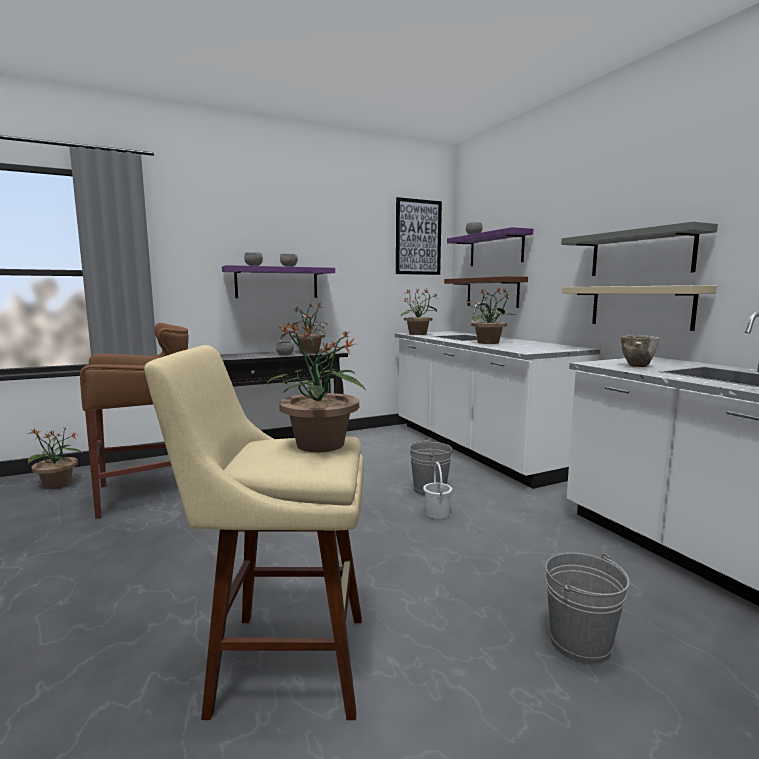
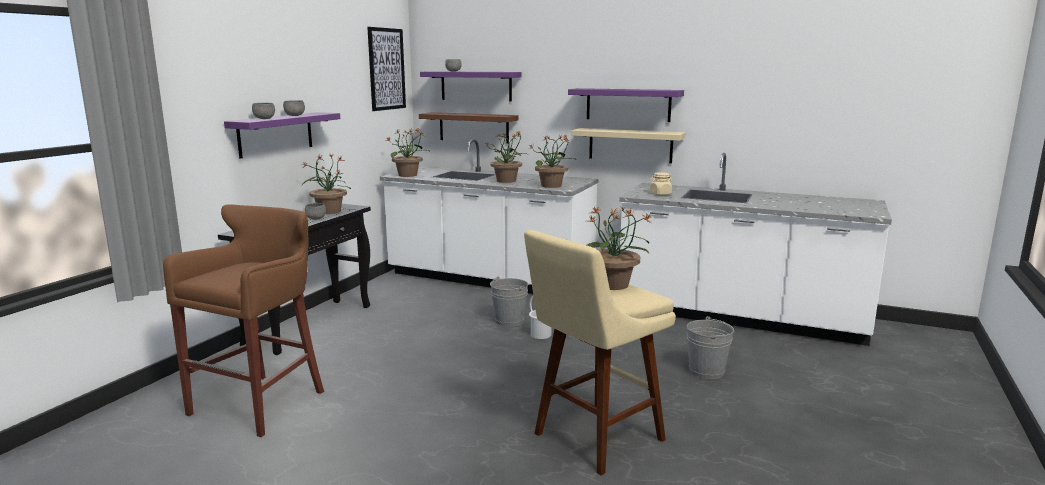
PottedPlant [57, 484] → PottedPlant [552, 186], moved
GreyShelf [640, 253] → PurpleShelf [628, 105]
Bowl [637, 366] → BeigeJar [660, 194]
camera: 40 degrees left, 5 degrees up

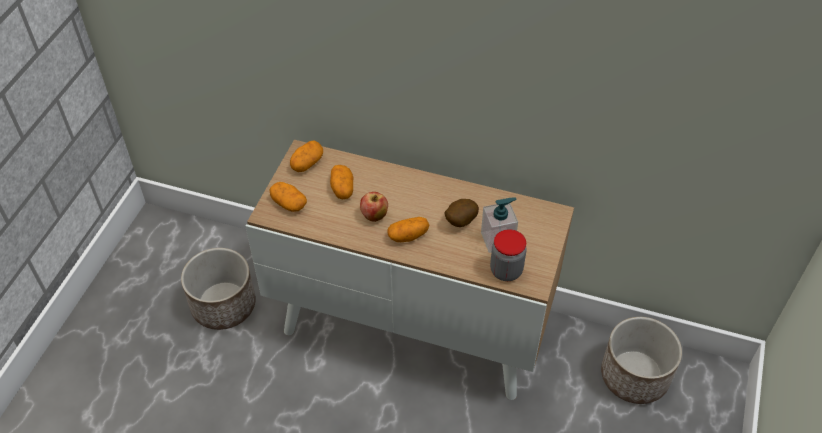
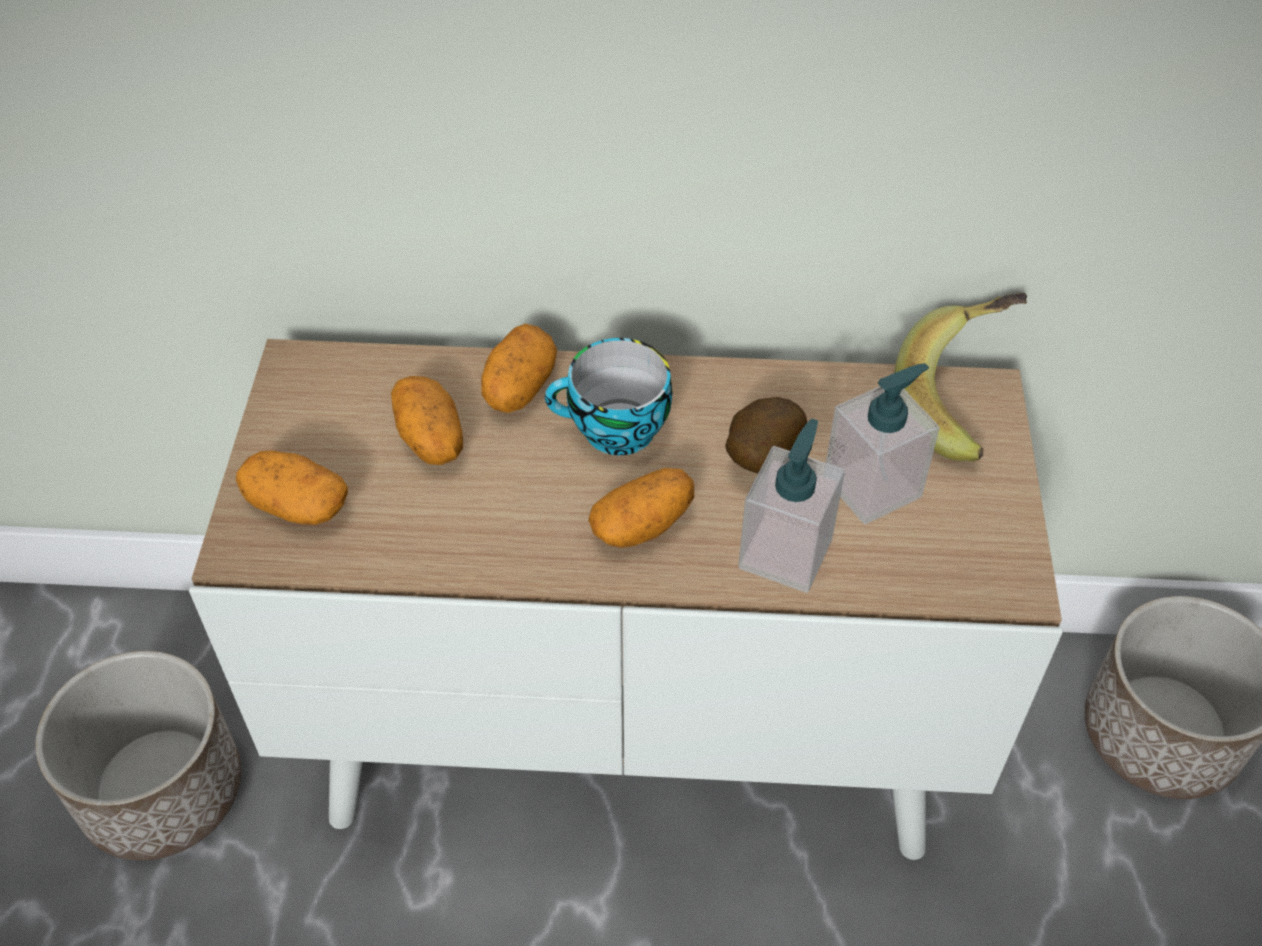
Potato [307, 163] → Potato [519, 387], moved
Apple [374, 216] → -
Jar [506, 271] → -
- → Cup [614, 431]
- → SoapDispenser [785, 553]
- → Banana [965, 400]
camera: 15 degrees left, 0 degrees up

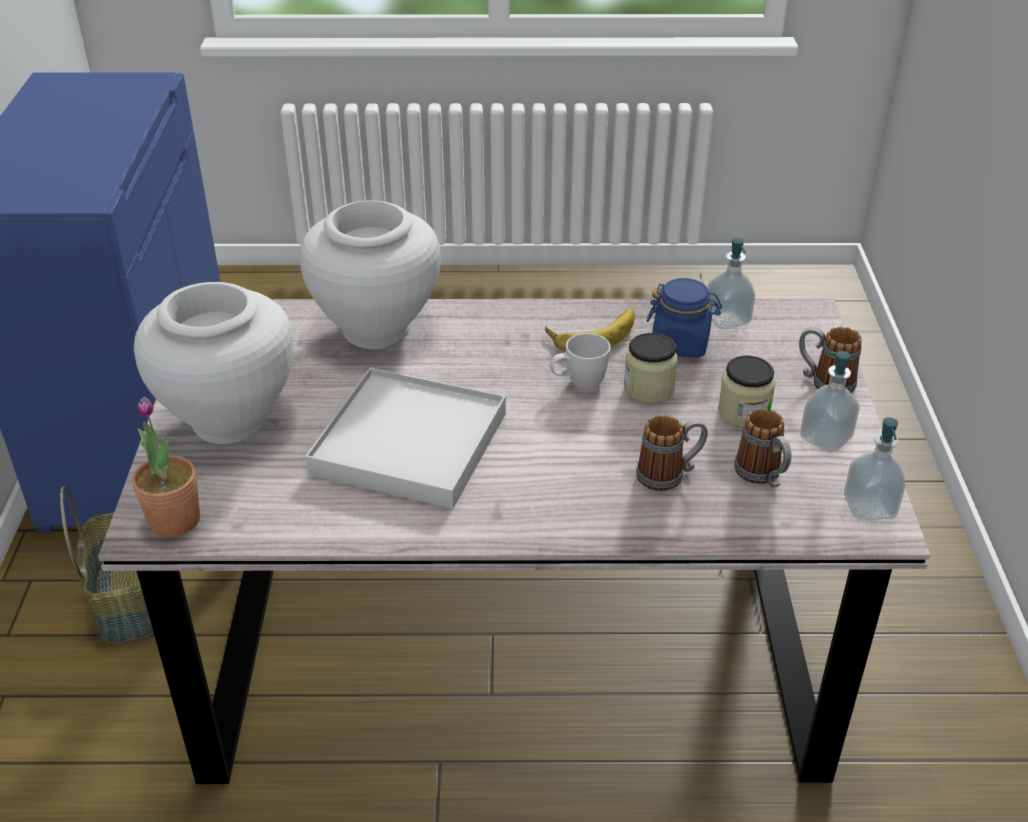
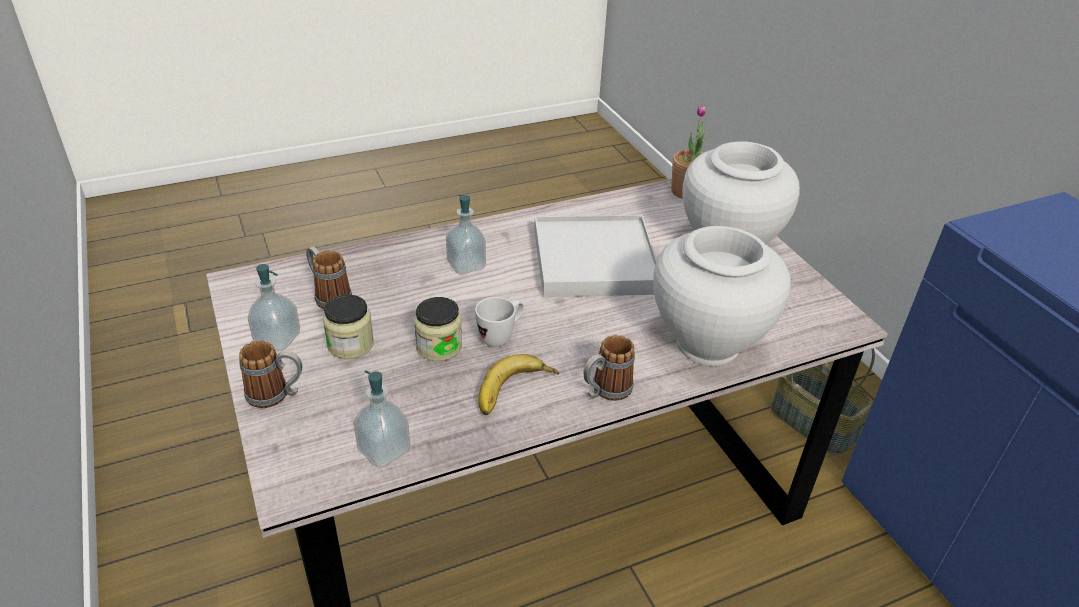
Mug [669, 475] → Mug [605, 391], moved
BlueJar [680, 343] → -
SoapDispenser [869, 507] → SoapDispenser [466, 265], moved
camera: 155 degrees right, 0 degrees up

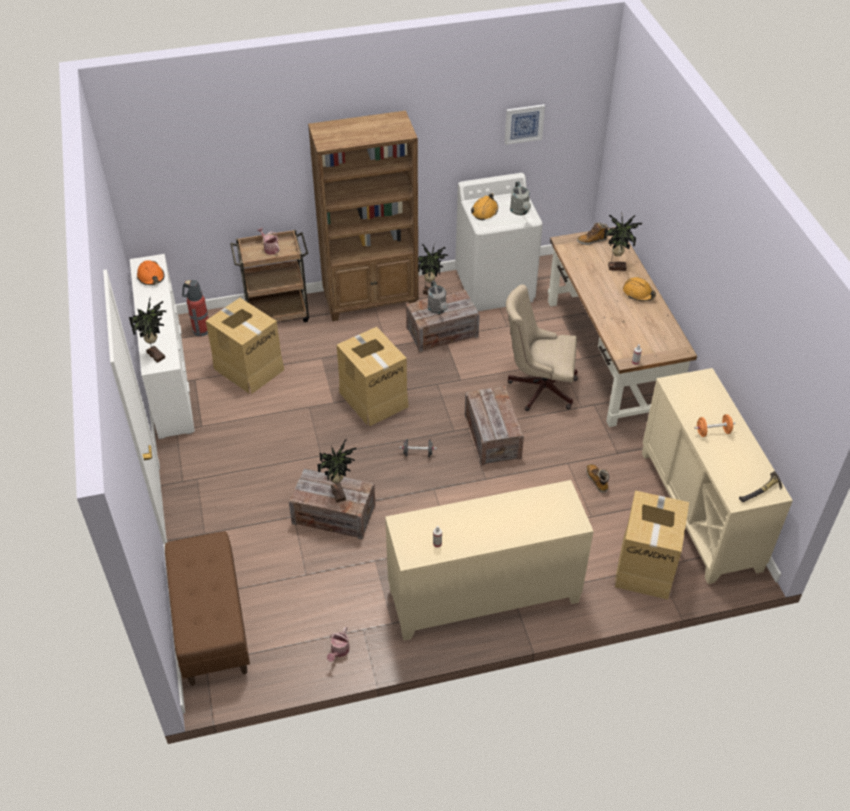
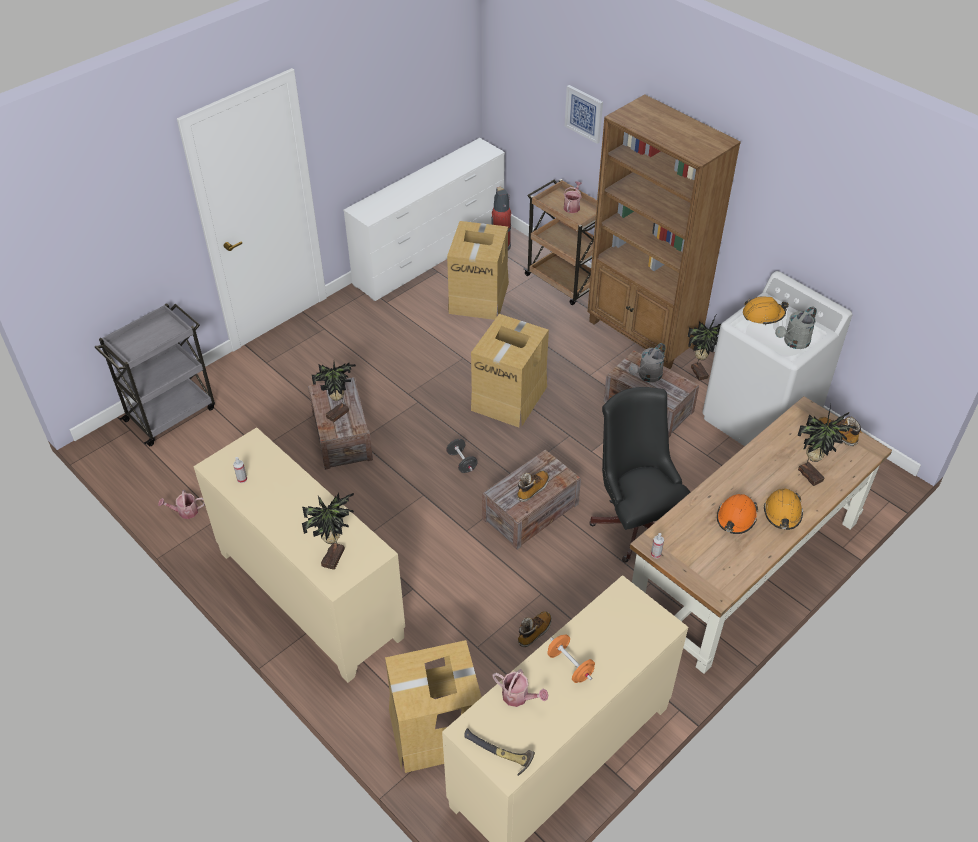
PottedPlant [157, 355] → PottedPlant [335, 558], moved
OrangeHardHat [151, 277] → OrangeHardHat [736, 518], moved
BrownBench [211, 624] → GreyCart [171, 413]
Picture [524, 124] → Picture [584, 113], moved
BeigeOfficeChair [538, 387] → BlackOfficeChair [635, 521]
- → WateringCan [519, 697]
- → Boot [532, 489]
camera: 60 degrees right, 0 degrees up

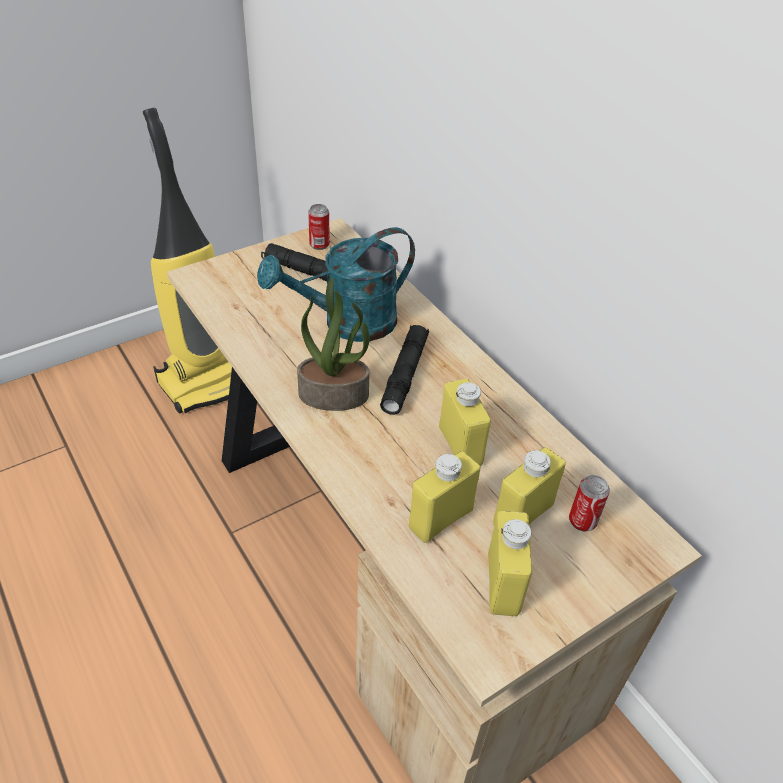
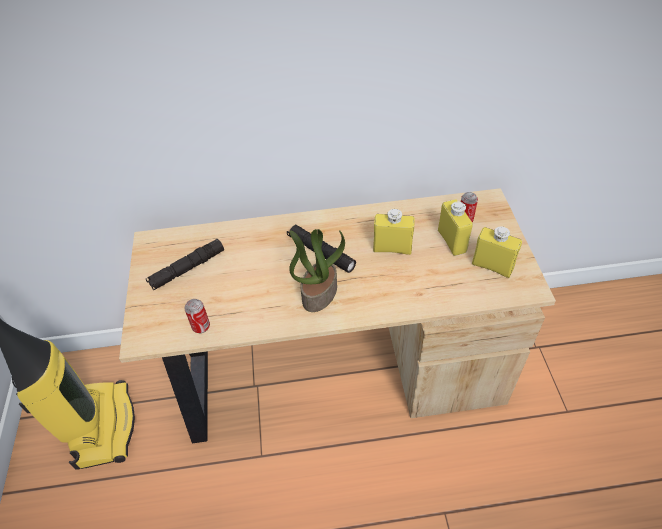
TurquoiseWateringCan [347, 323] → -
Can [319, 244] → Can [201, 326], moved
YellowBottle [440, 519] → -
camera: 60 degrees left, 5 degrees up

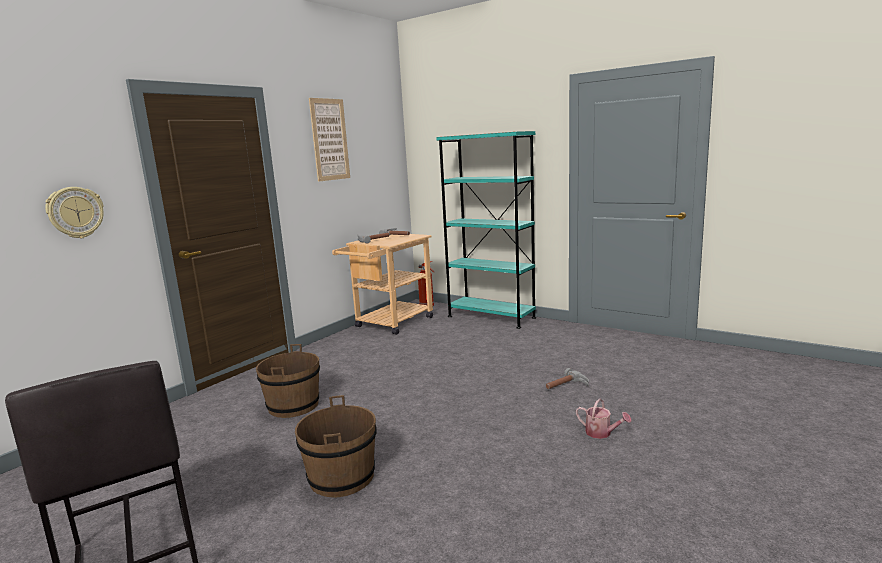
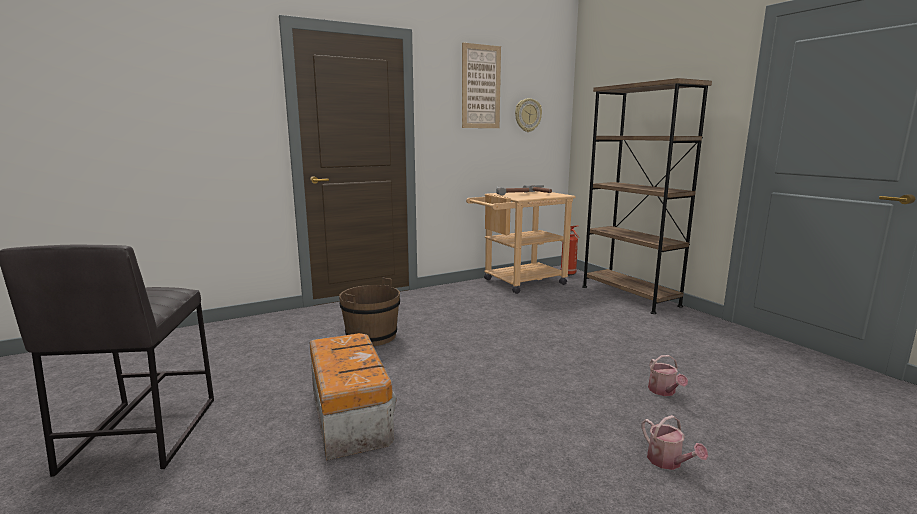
WallClock [75, 212] → WallClock [527, 115], moved
BrownBucket [341, 477] → StorageBox [350, 415]
TurquoiseBookcase [491, 317] → BrownBookcase [629, 296]
Hammer [567, 386] → WateringCan [664, 391]
camera: 25 degrees right, 0 degrees up

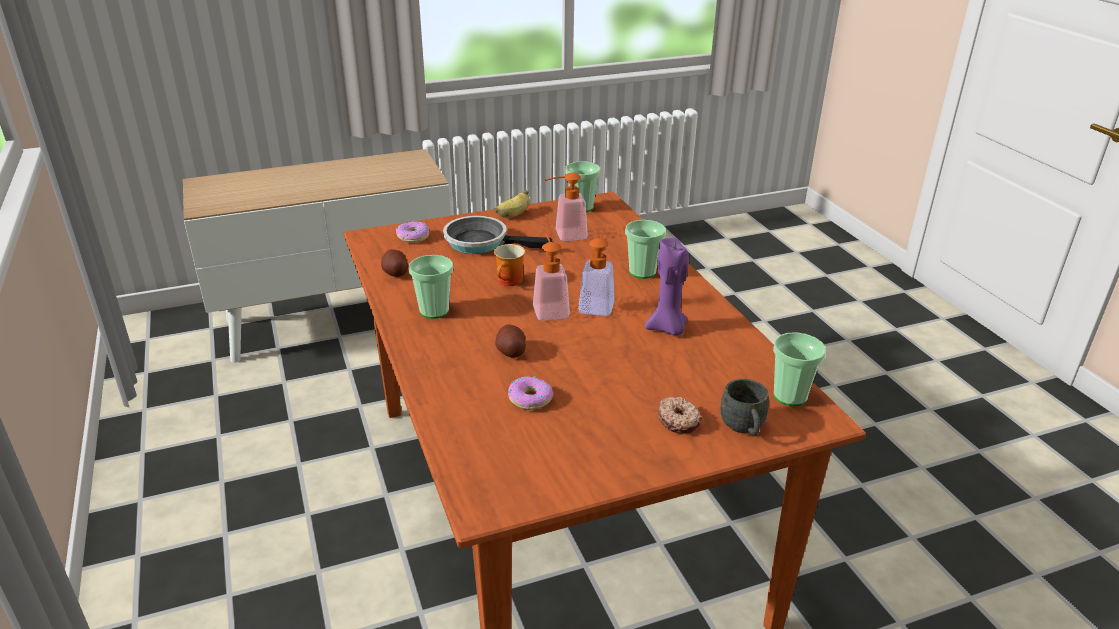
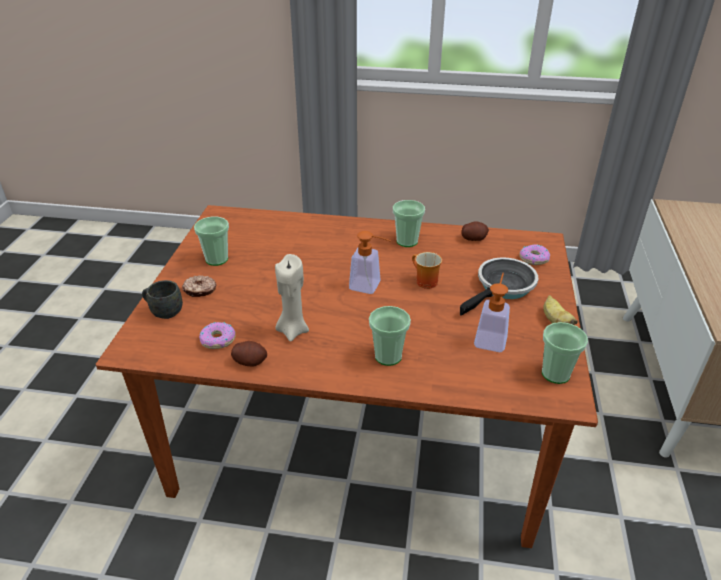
Potato [511, 352] → Potato [250, 361], moved
Donut [530, 398] → Donut [218, 340], moved
SoapDispenser [597, 304] → -
PurpleCandle [667, 329] → BeigeCandle [293, 330]
Cup [790, 396] → Cup [216, 259], moved
camera: 120 degrees right, 5 degrees up

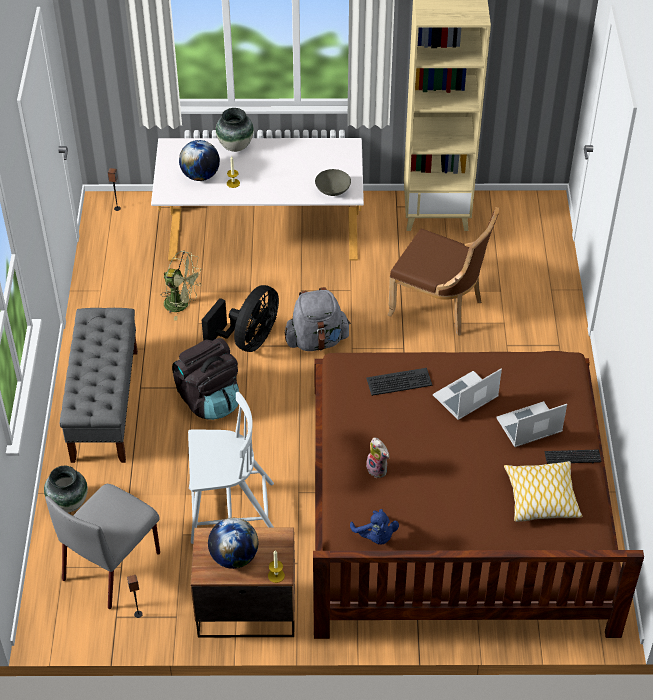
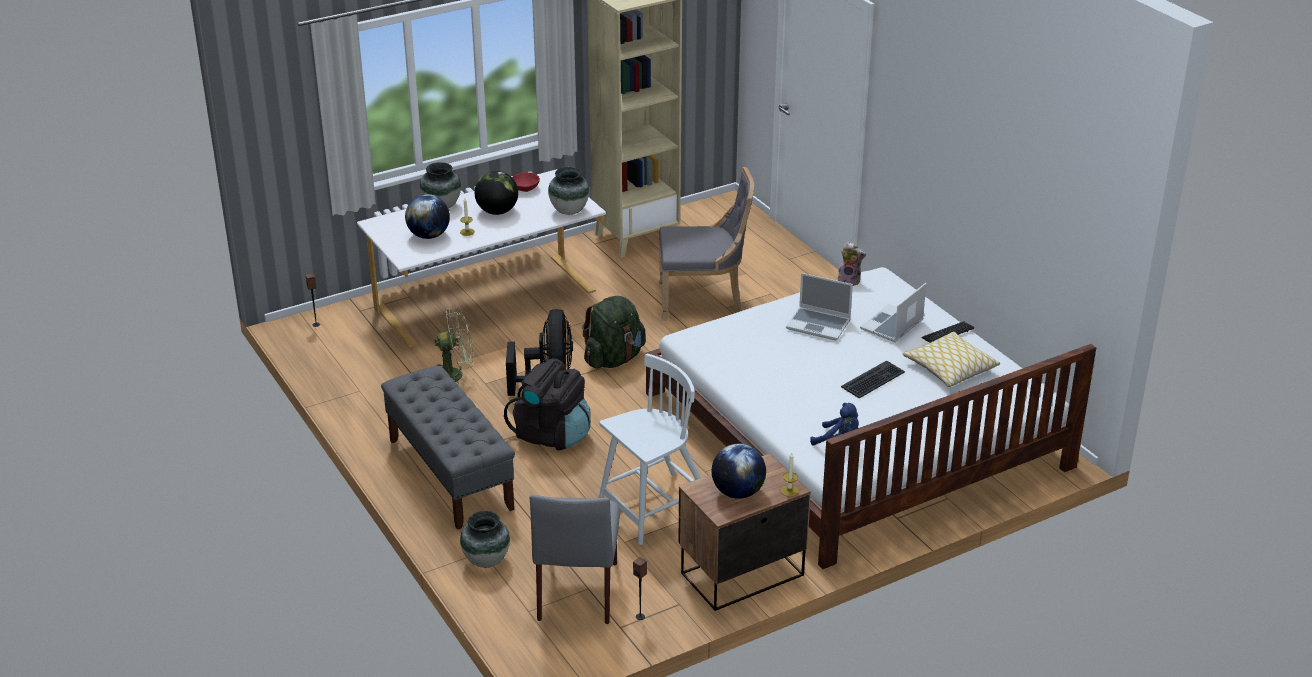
GreyBackpack [317, 340] → GreenBackpack [614, 359]
BrownBed [457, 505] → WhiteBed [855, 429]
GreyBowl [333, 191] → Vase [569, 211]
Keyboard [399, 382] → Keyboard [873, 380], moved
PlushToy [378, 469] → PlushToy [850, 280], moved
BrownChair [440, 307] → GreyChair [704, 300]
Laptop [465, 398] → Laptop [819, 324], 90 degrees counterclockwise
- → Globe [497, 212]
- → RedBowl [525, 188]
camera: 30 degrees left, 15 degrees down

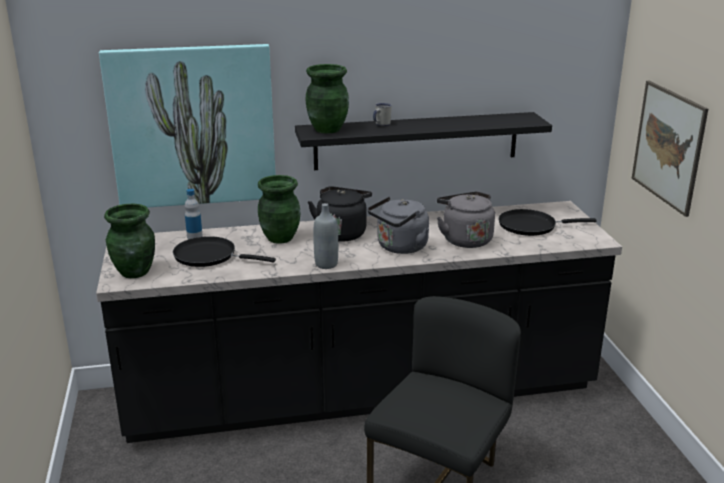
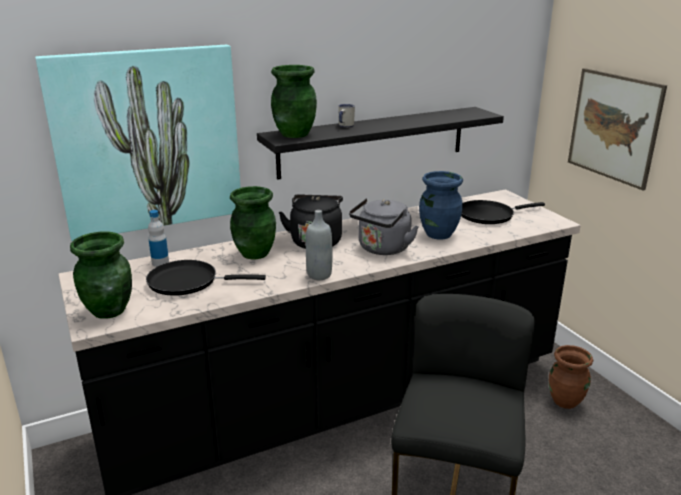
GreyKettle [465, 239] → BlueVase [438, 234]
- → BrownVase [565, 401]
camera: 15 degrees left, 0 degrees up

